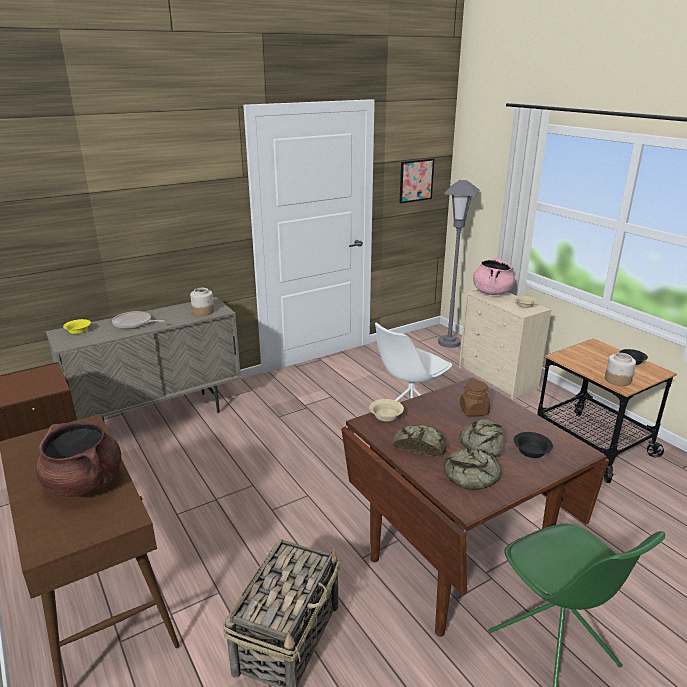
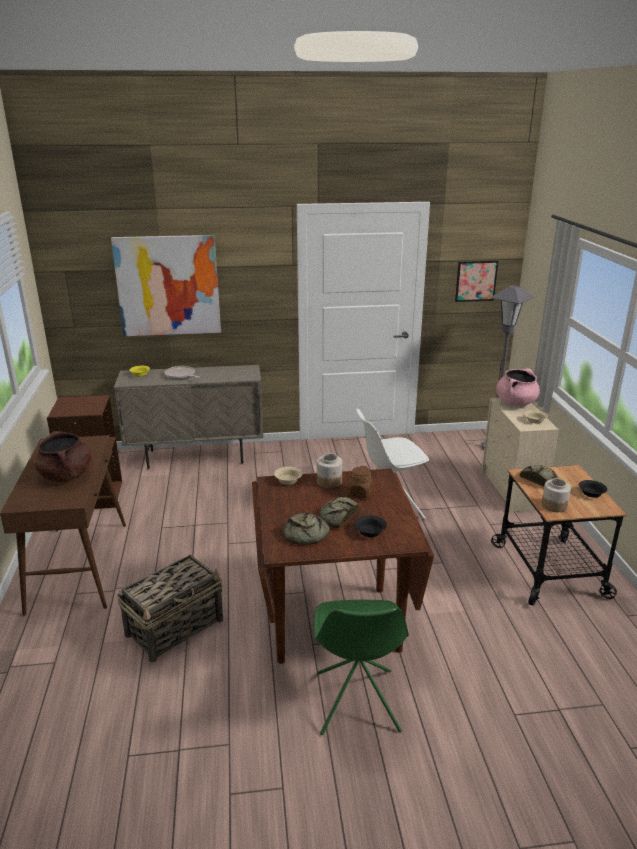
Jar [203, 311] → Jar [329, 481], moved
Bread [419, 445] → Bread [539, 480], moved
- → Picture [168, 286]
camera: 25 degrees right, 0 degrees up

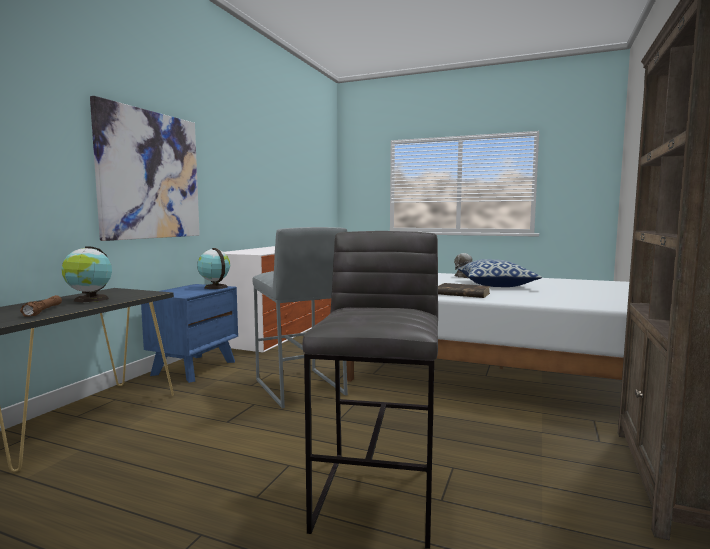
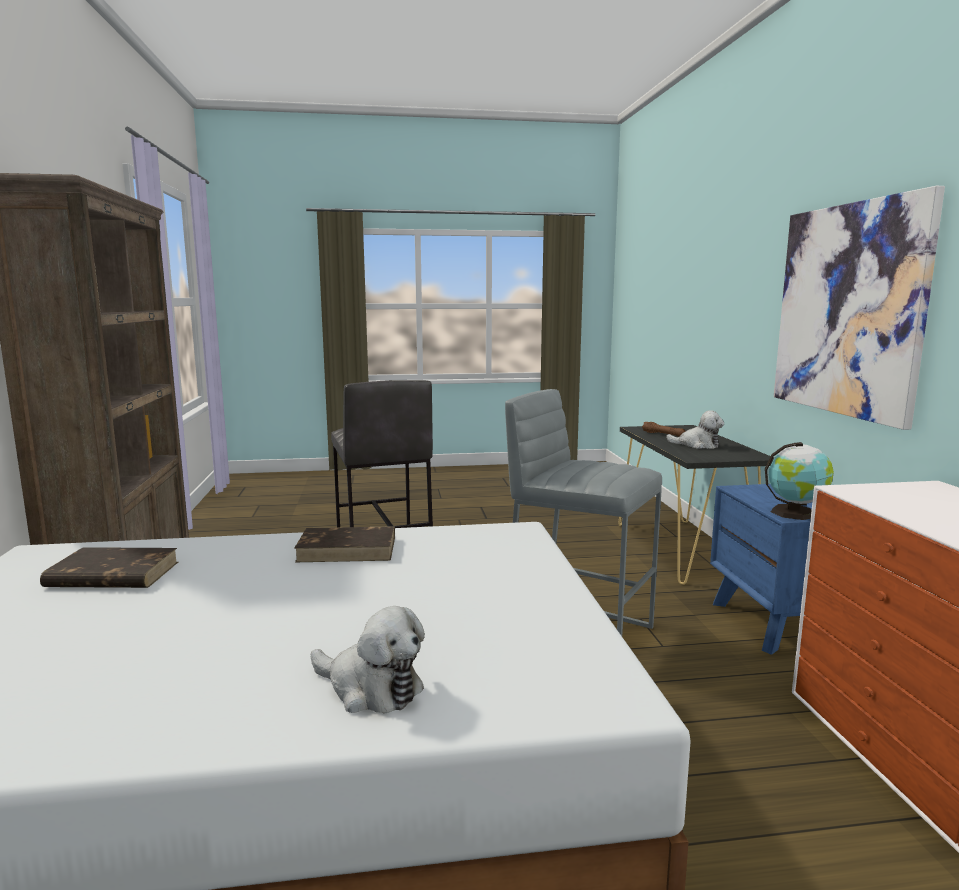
Globe [90, 299] → PlushToy [697, 445]
Pillow [496, 285] → -
- → BrownBook [112, 575]
camera: 150 degrees right, 5 degrees up

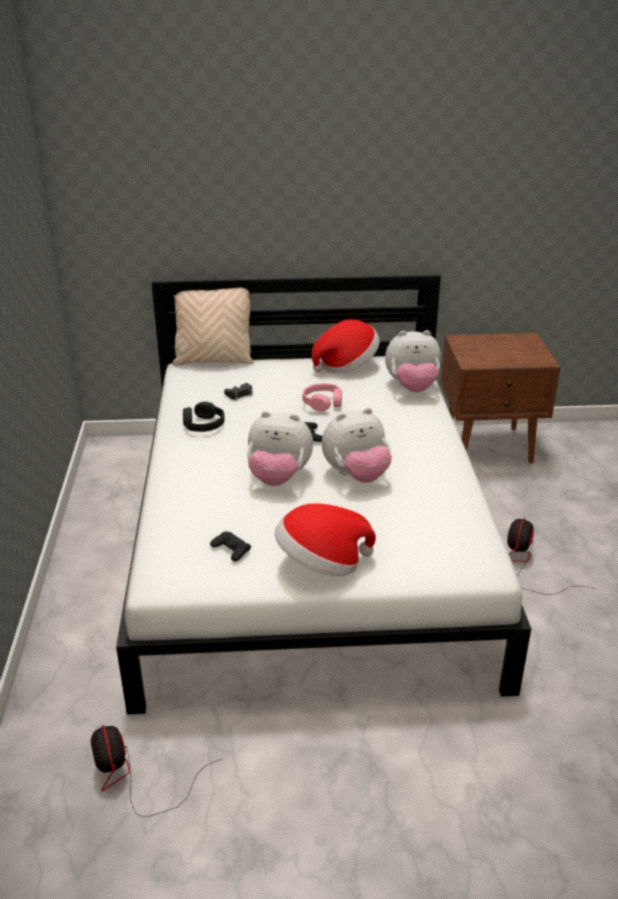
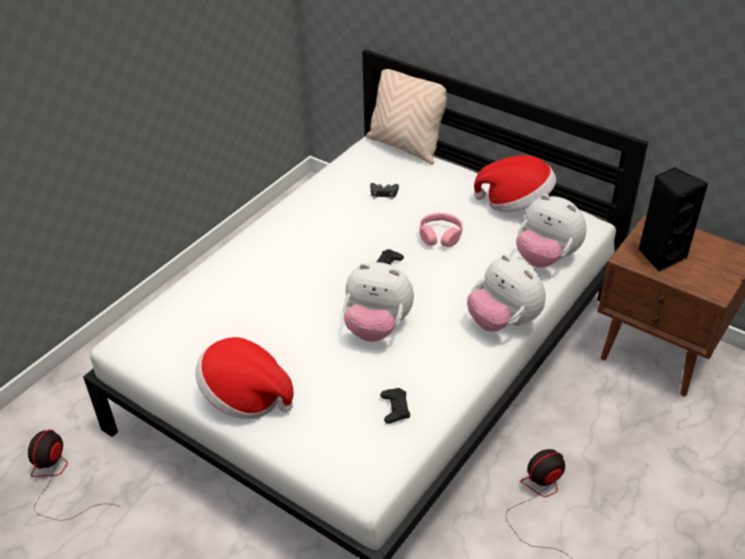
BlackHeadphones [203, 424] → -
BlackGameController [231, 549] → BlackGameController [395, 408], moved
PlushToy [278, 478] → PlushToy [503, 321], moved
- → BlackSpeaker [660, 255]
camera: 40 degrees right, 10 degrees up

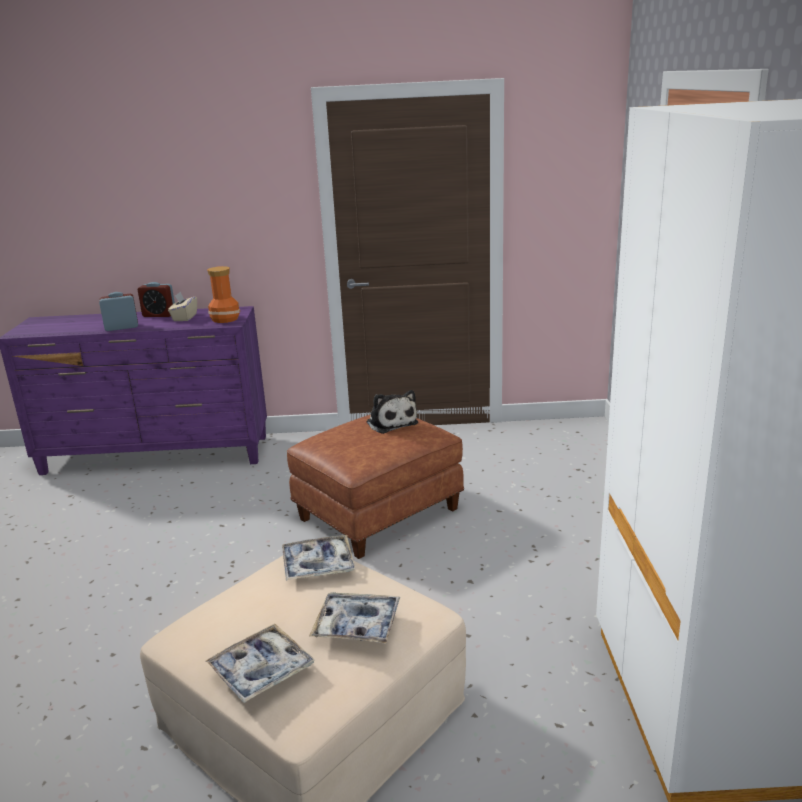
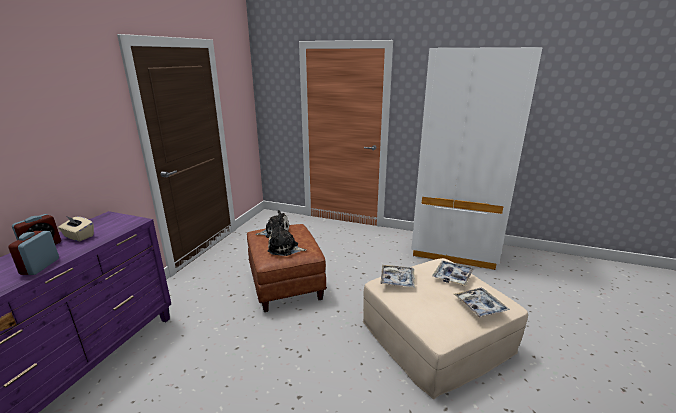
Vase [224, 319] → -
- → PlushToy [285, 249]
camera: 70 degrees left, 0 degrees up

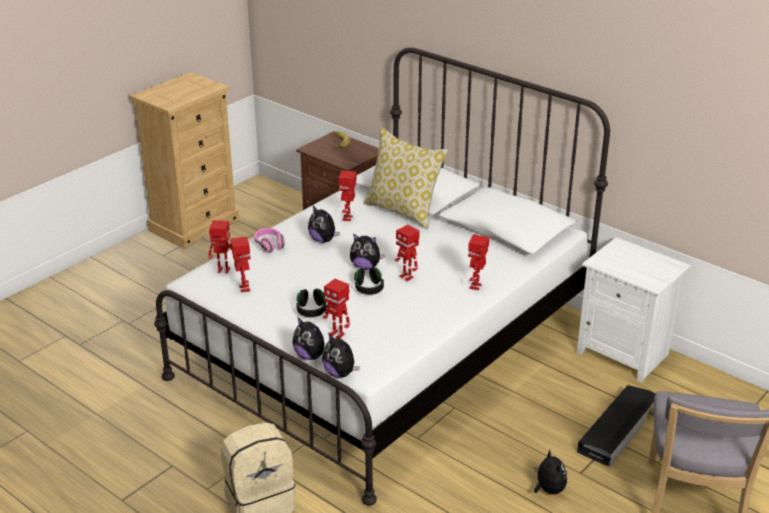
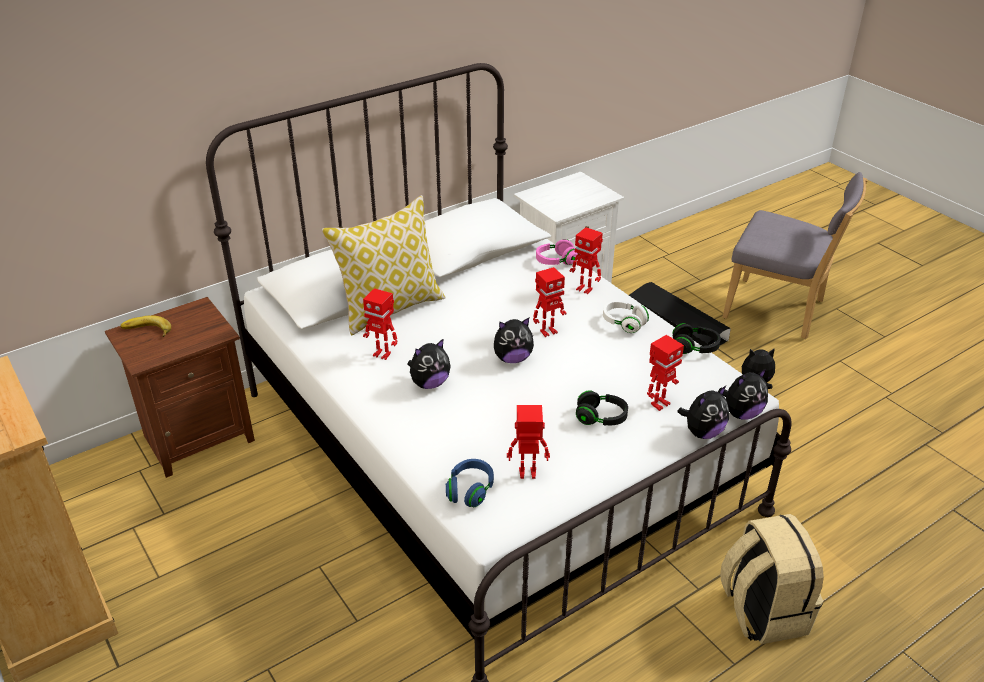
ToyRobot [223, 271] → BlueHeadphones [470, 490]
PinkHeadphones [269, 245] → PinkHeadphones [555, 261], moved
PlushToy [365, 267] → PlushToy [512, 358], 45 degrees clockwise
BlackHeadphones [369, 288] → BlackHeadphones [695, 348], moved
- → WhiteHeadphones [623, 323]
camera: 75 degrees left, 5 degrees up

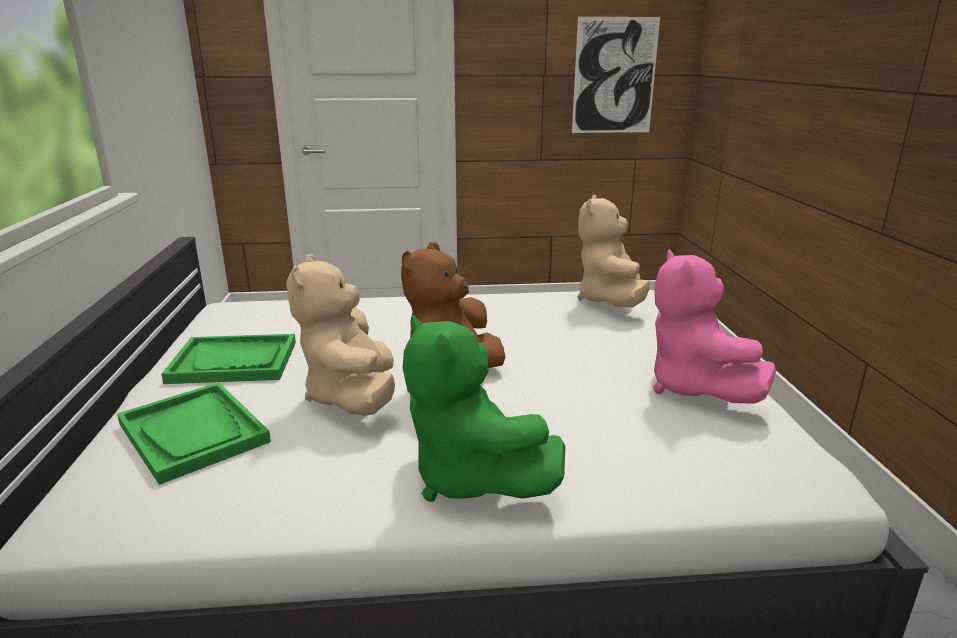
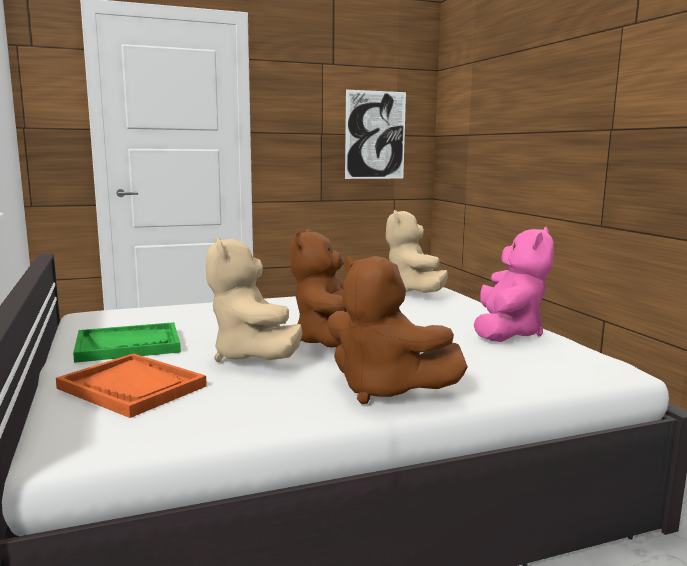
GreenTray [194, 433] → OrangeTray [132, 387]
GreenPlushToy [470, 478] → BrownPlushToy [384, 390]
PinkPlushToy [694, 388] → PinkPlushToy [507, 333], 135 degrees counterclockwise
camera: 15 degrees left, 10 degrees down

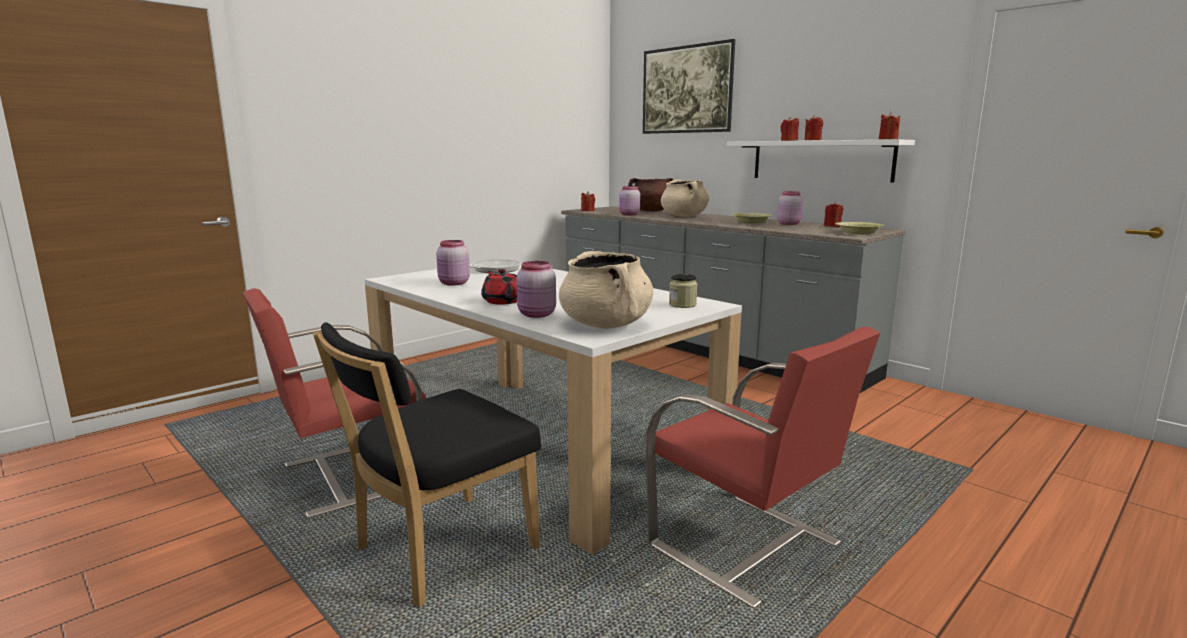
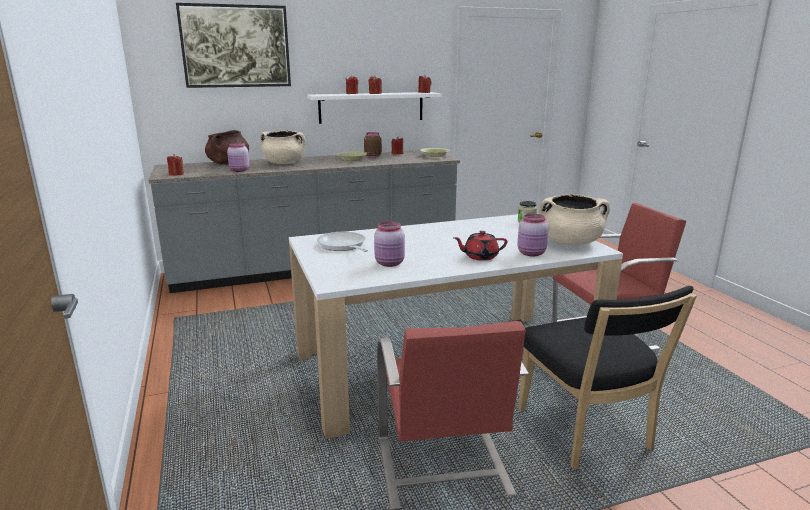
PinkJar [788, 224] → BrownJar [372, 156]
camera: 65 degrees left, 5 degrees up

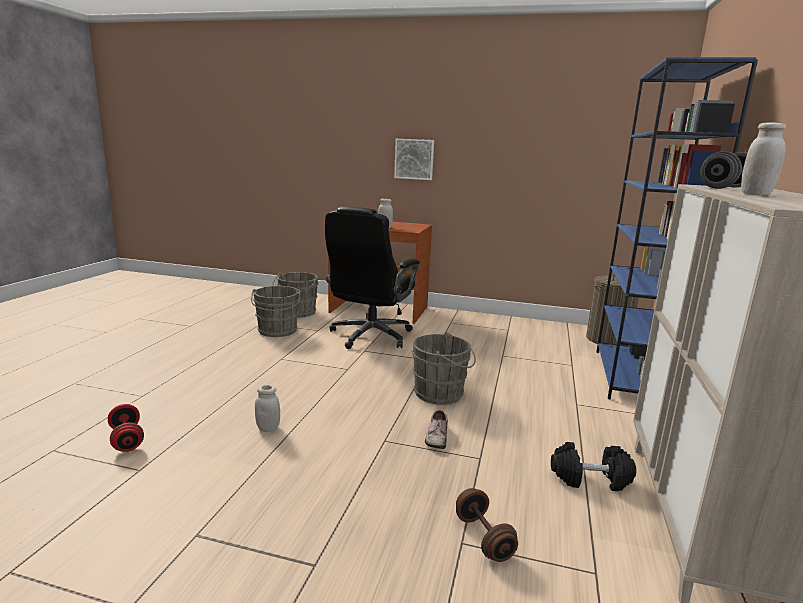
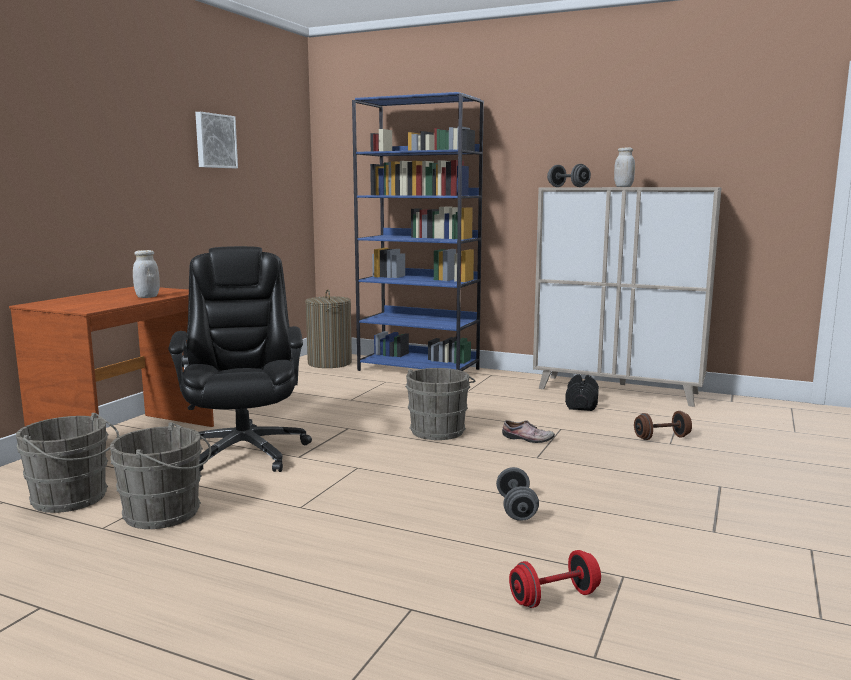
WhiteJar [268, 428] → GreyDumbbell [516, 509]
BlackOfficeChair [370, 336] → BlackOfficeChair [244, 451], 135 degrees counterclockwise
Picture [414, 159] → Picture [215, 141], moved
camera: 80 degrees left, 5 degrees down

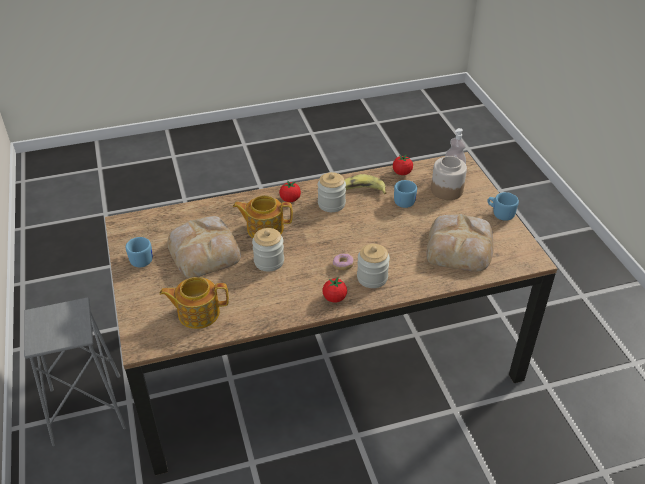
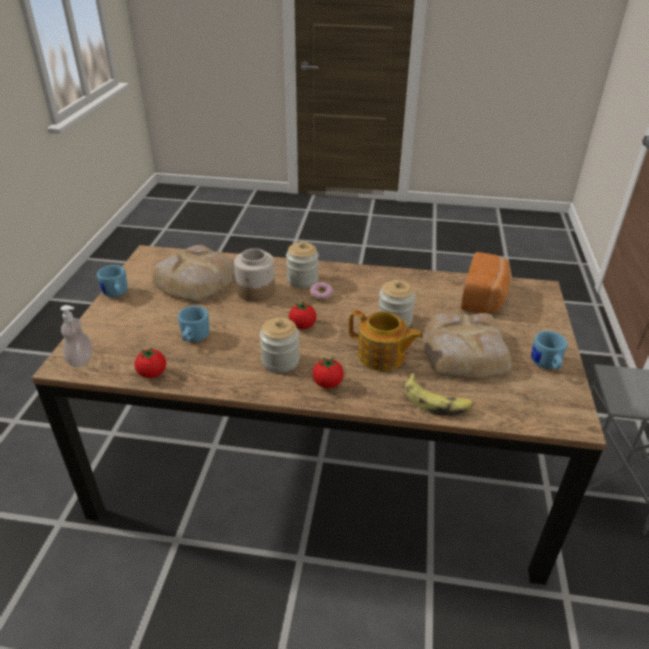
Teapot [197, 313] → Bread [484, 298]
Tomato [334, 298] → Tomato [302, 326], moved
Banana [362, 190] → Banana [436, 401], moved
Jar [446, 190] → Jar [256, 291], moved
camera: 155 degrees left, 5 degrees down

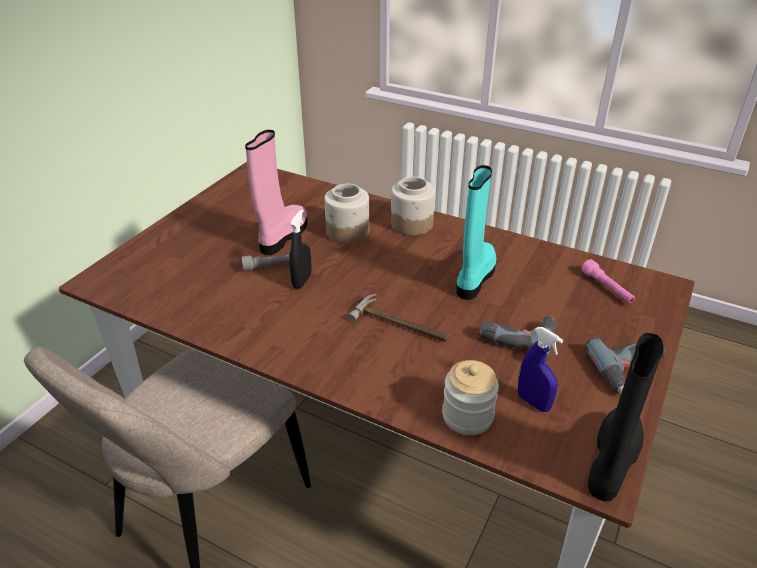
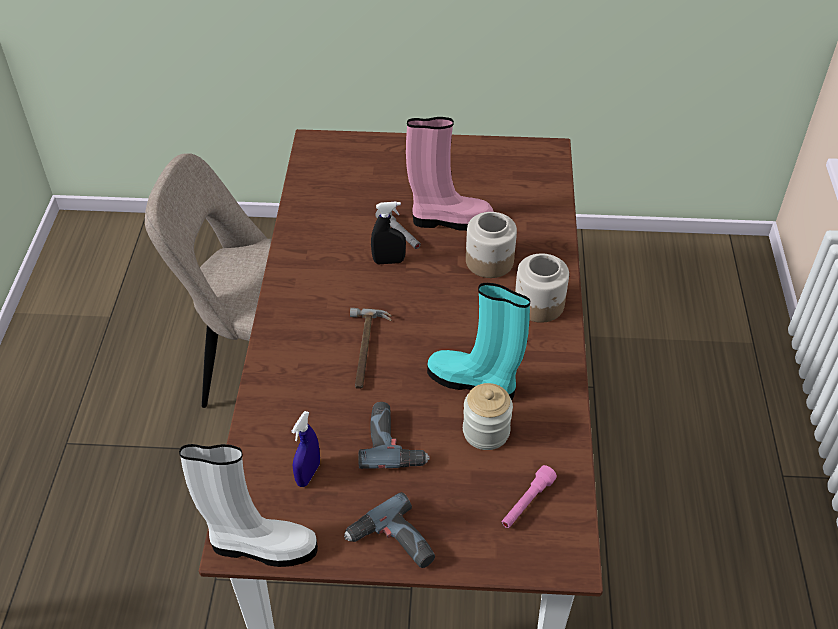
Jar [467, 416] → Jar [486, 431], moved
TurquoiseBoot [474, 277] → TurquoiseBoot [474, 383], 150 degrees counterclockwise
BlackBoot [612, 461] → WhiteBoot [260, 547]
camera: 65 degrees right, 10 degrees up

